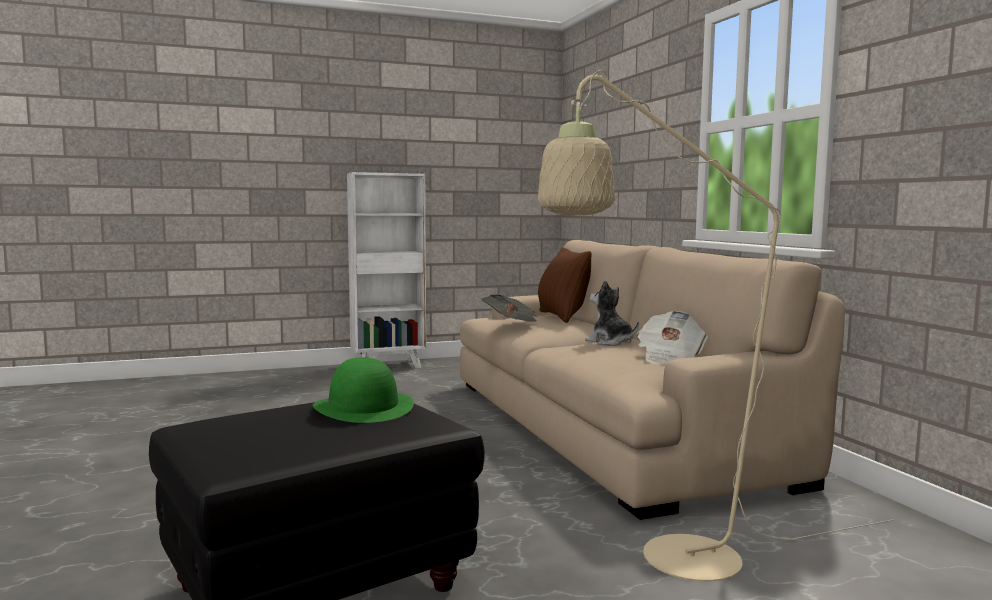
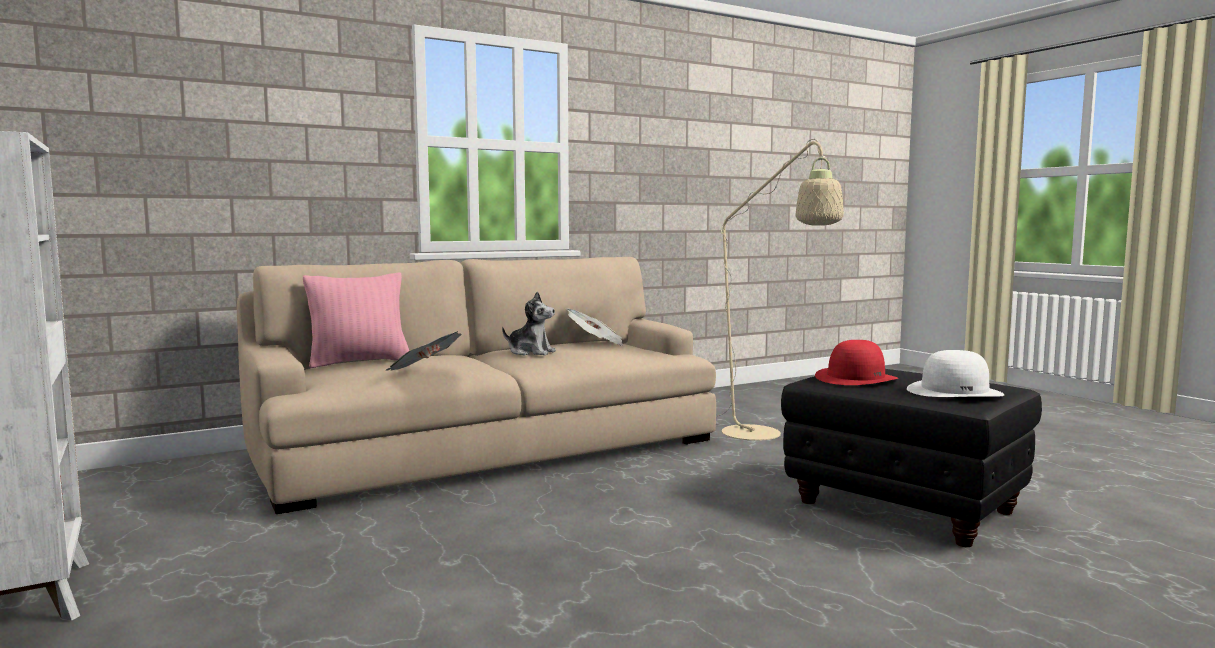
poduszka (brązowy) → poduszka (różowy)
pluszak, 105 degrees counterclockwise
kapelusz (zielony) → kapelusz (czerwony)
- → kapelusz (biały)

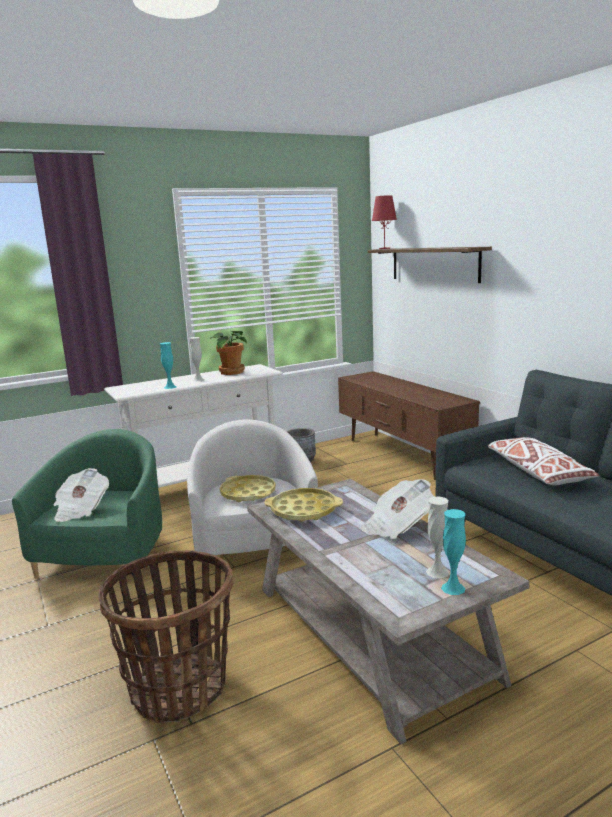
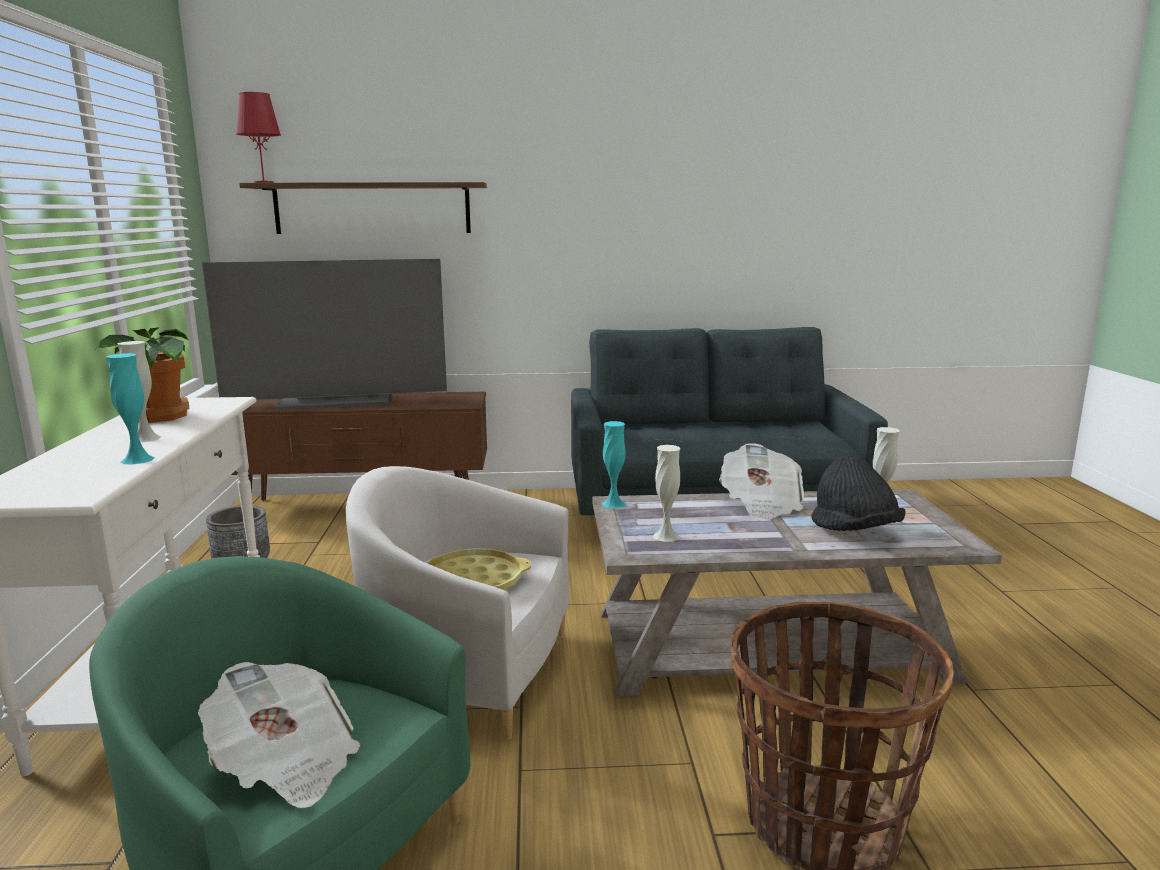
- → telewizor
wazon (turkusowy) (2nd from left), move
taca (żółty) (2nd from left) → wazon (biały) (2nd from left)
- → kapelusz (czarny)
poduszka (biały) → -

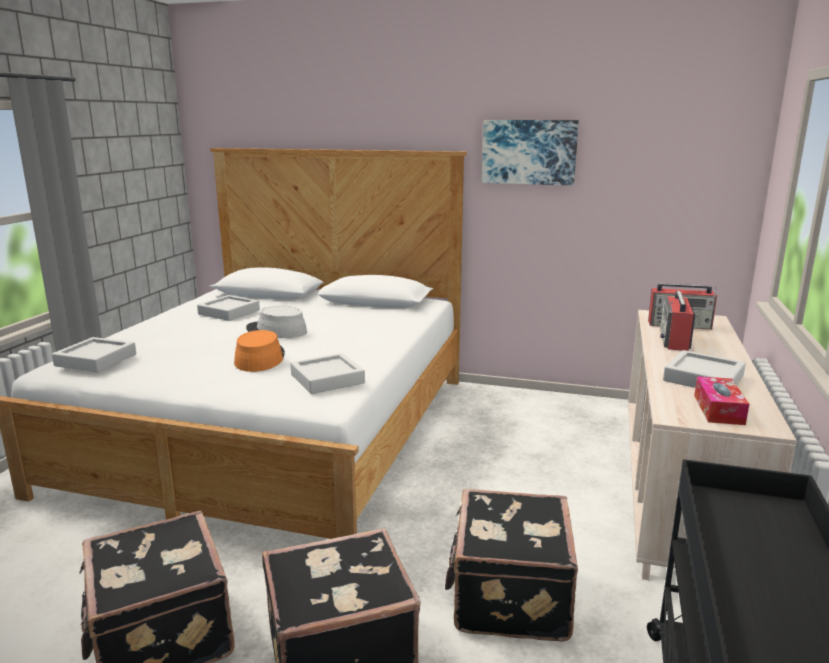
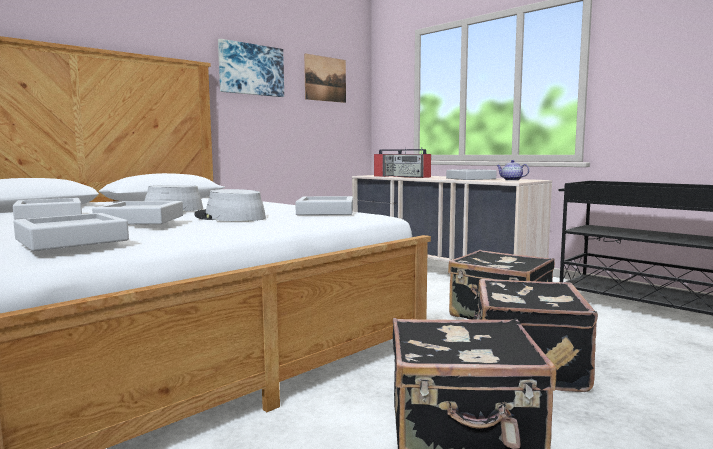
- → taca (szary) (3rd from left)
kapelusz (pomarańczowy) → kapelusz (szary) (2nd from left)
- → obraz (2nd from left)
pudełko chusteczek → imbryk

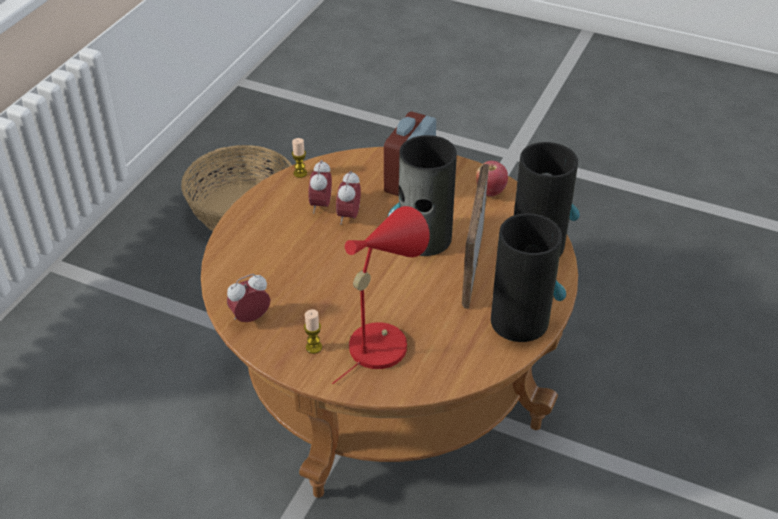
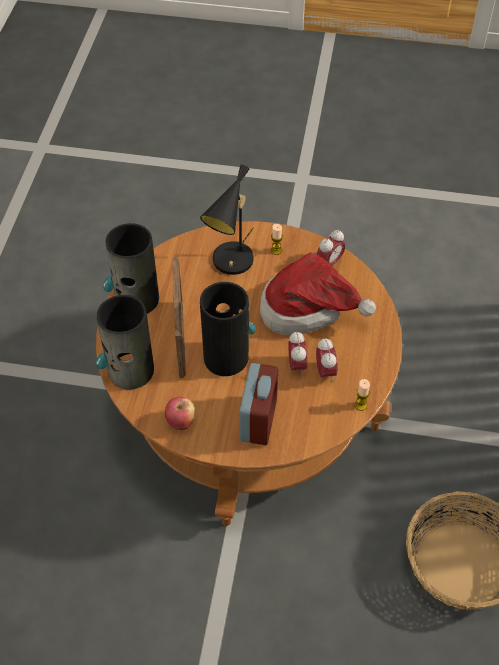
lampa stołowa (czerwony) → lampa stołowa (czarny)
- → kapelusz

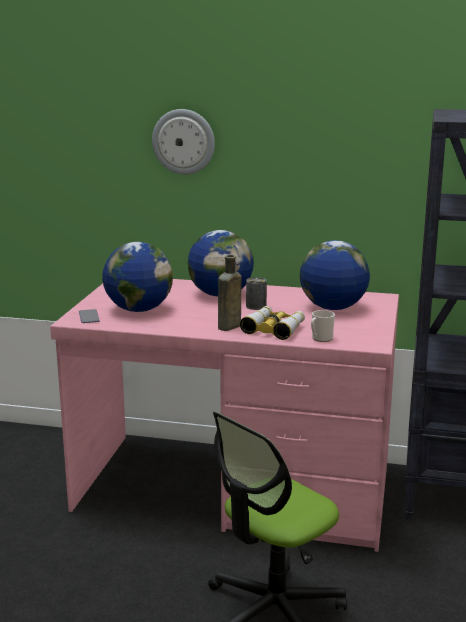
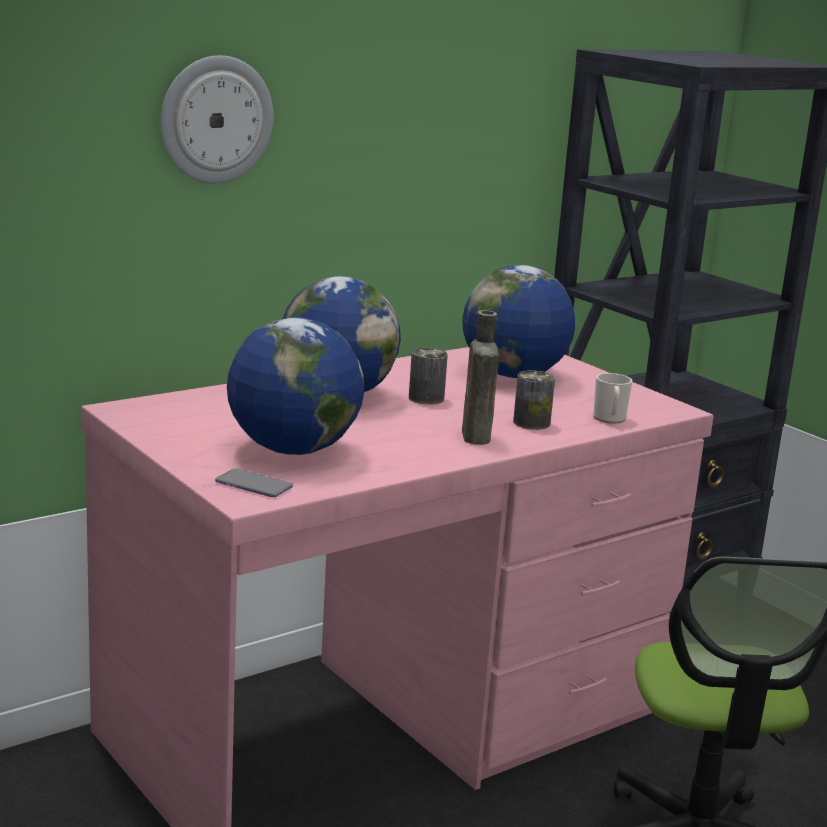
lornetka → puszka (2nd from left)

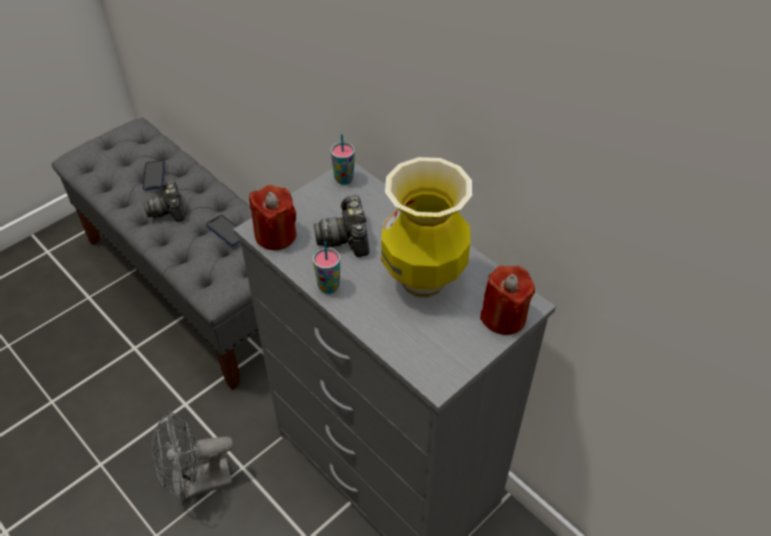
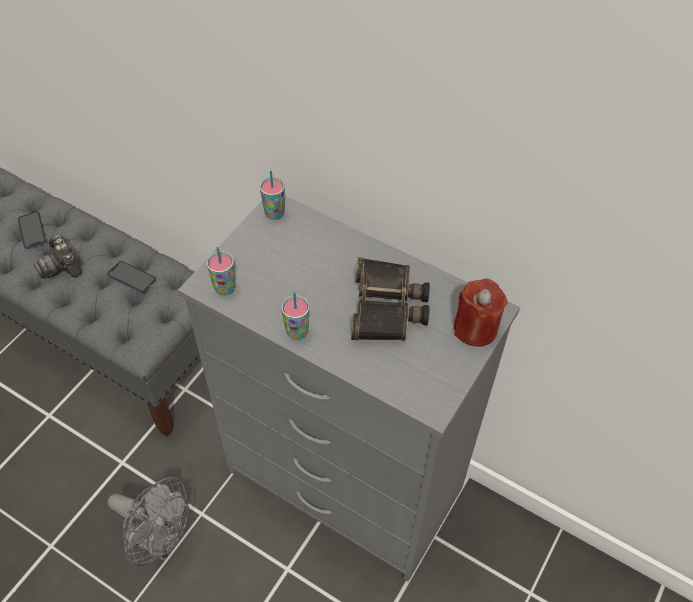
wentylator (szary), 120 degrees counterclockwise
świeca (czerwony) (1st from left) → filiżanka (1st from left)
wazon → lornetka
aparat fotograficzny (2nd from left) → -

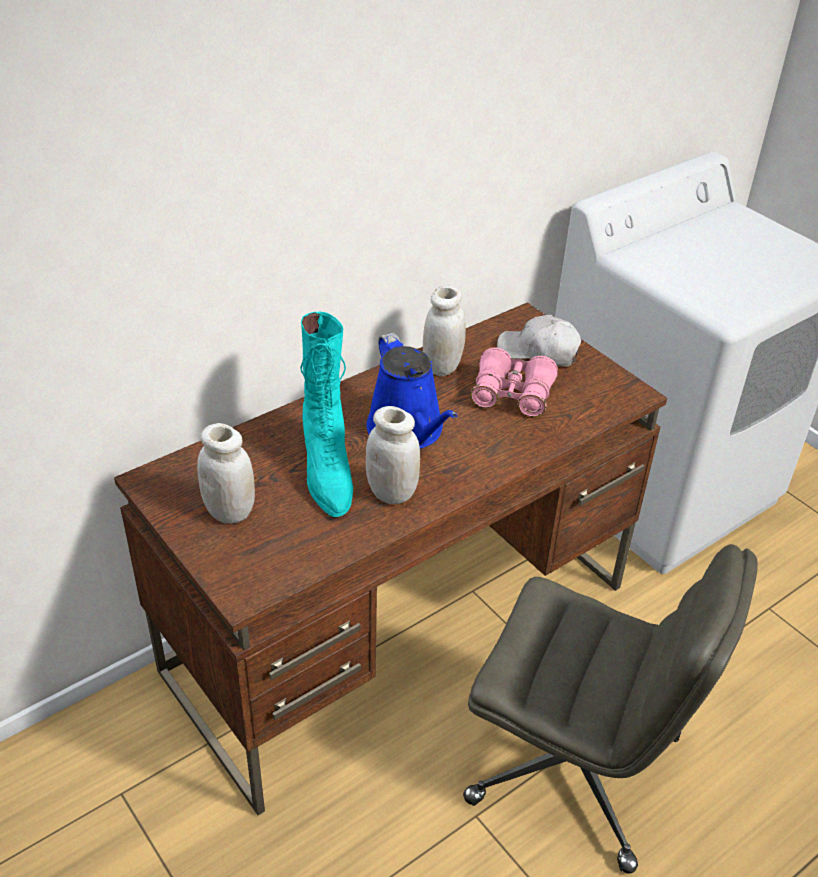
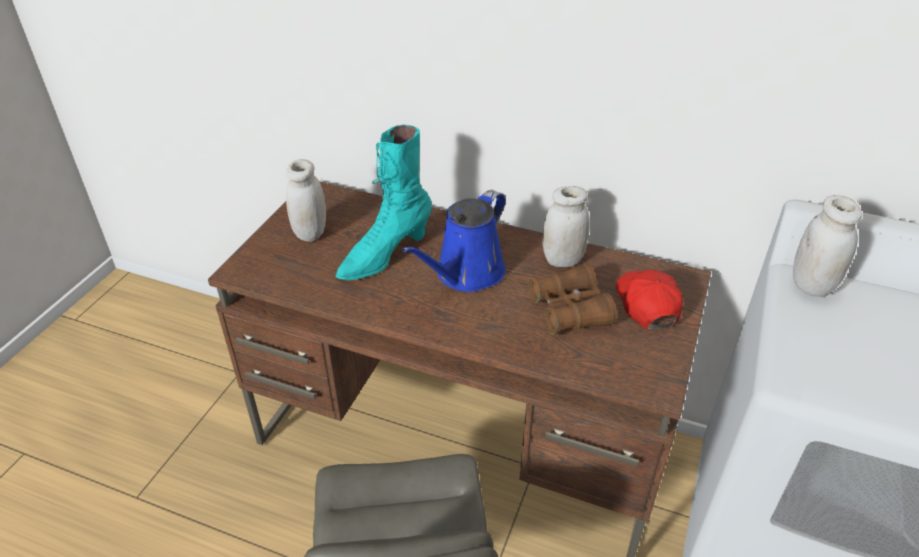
lornetka (różowy) → lornetka (brązowy)
czapka z daszkiem (biały) → czapka z daszkiem (czerwony)
słoik (biały) (2nd from left in the first image) → słoik (biały) (3rd from left), move

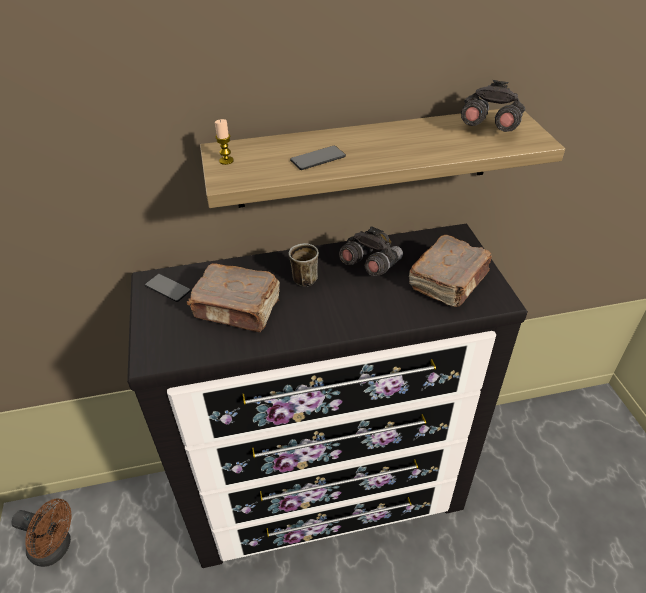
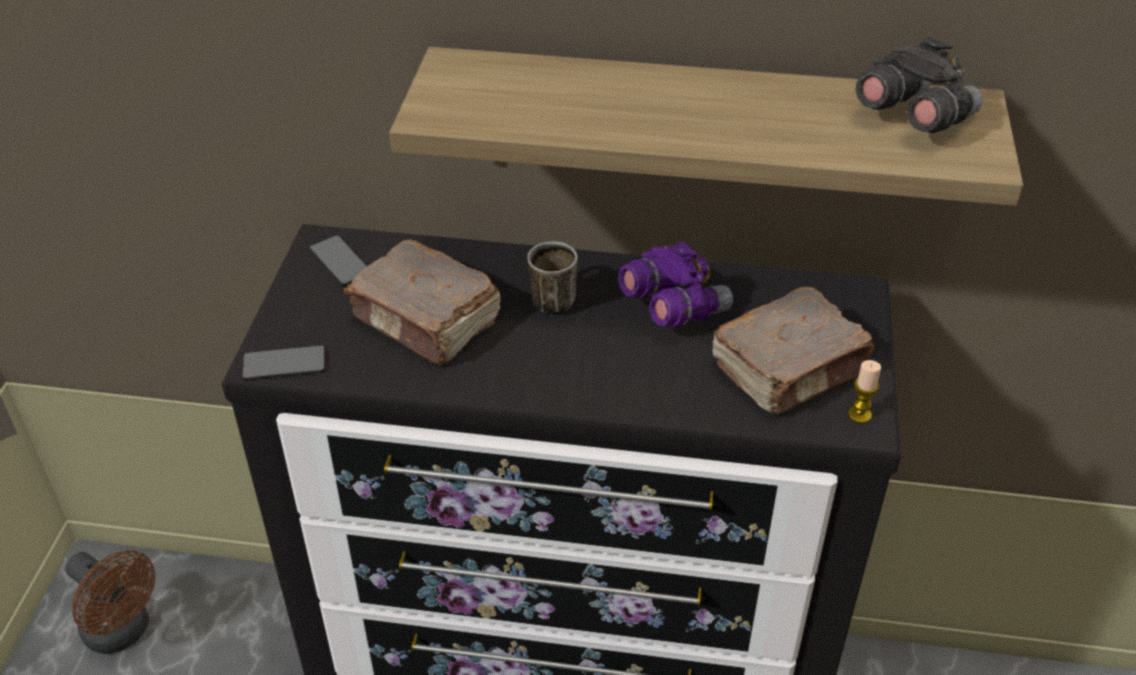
telefon (2nd from left in the first image) → telefon (1st from left), move
lornetka (szary) (1st from left) → lornetka (fioletowy)
świeca, move

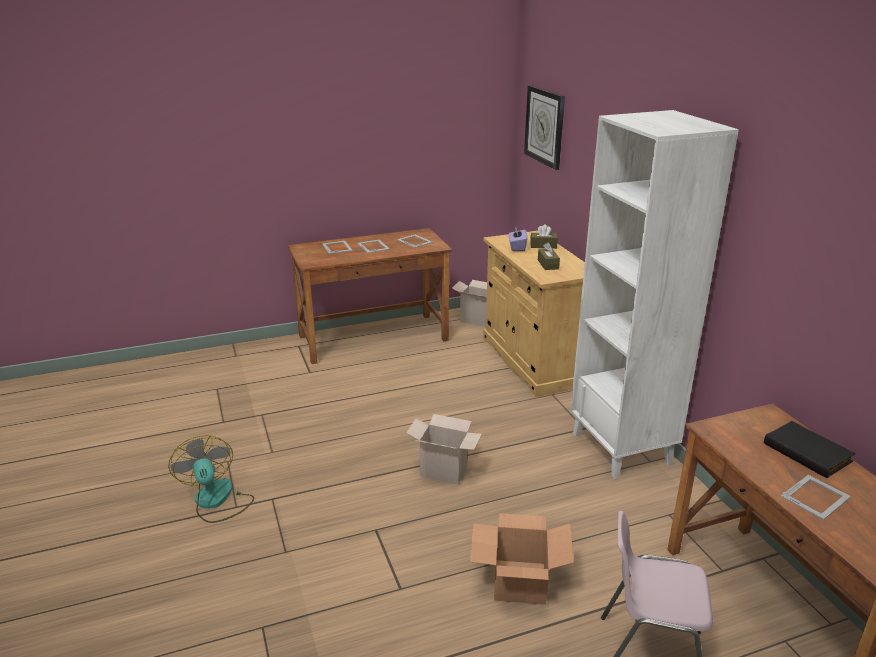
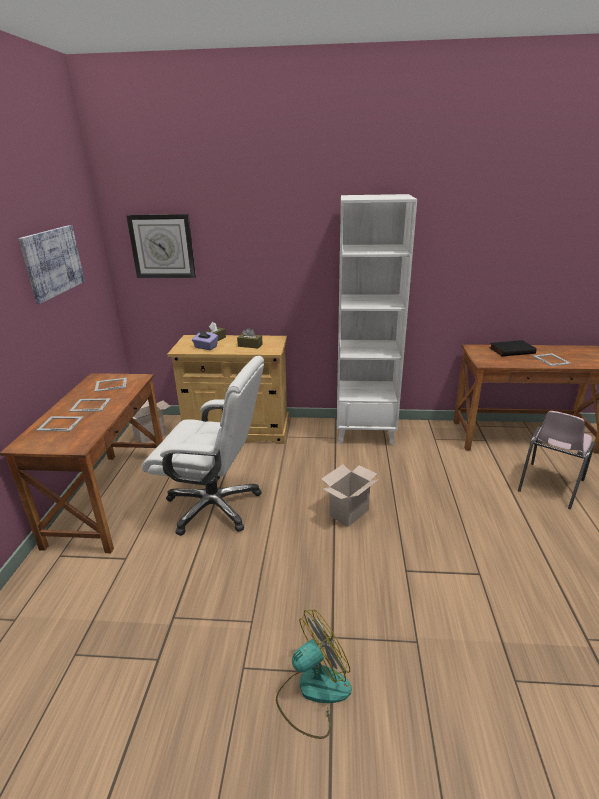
- → obraz
- → krzesło biurowe (biały)
wentylator, 150 degrees clockwise
karton (3rd from left) → -

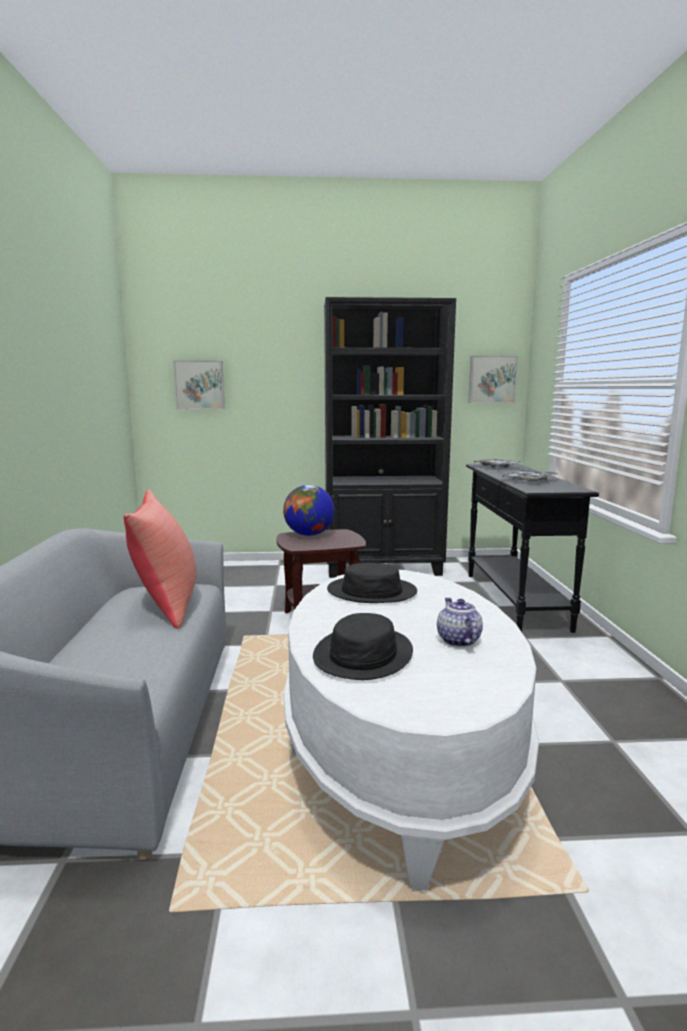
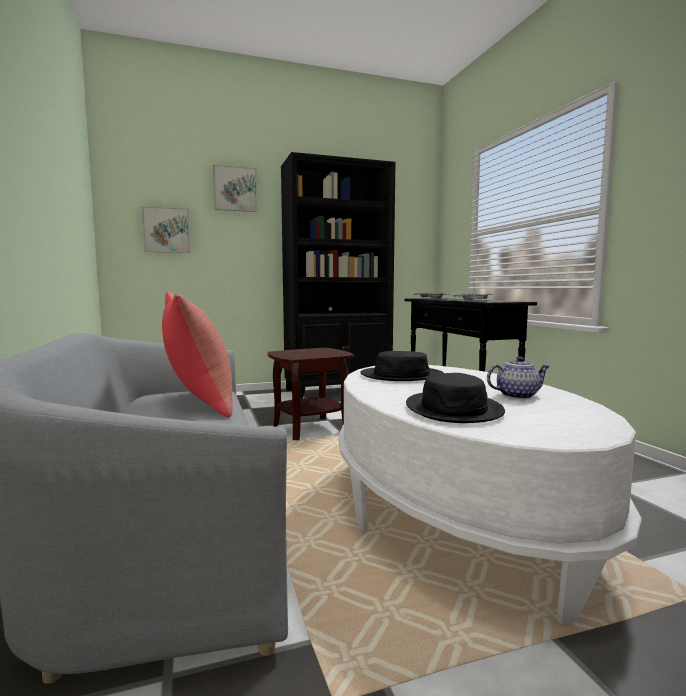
obraz (2nd from left), move
imbryk, 105 degrees clockwise
globus → -

